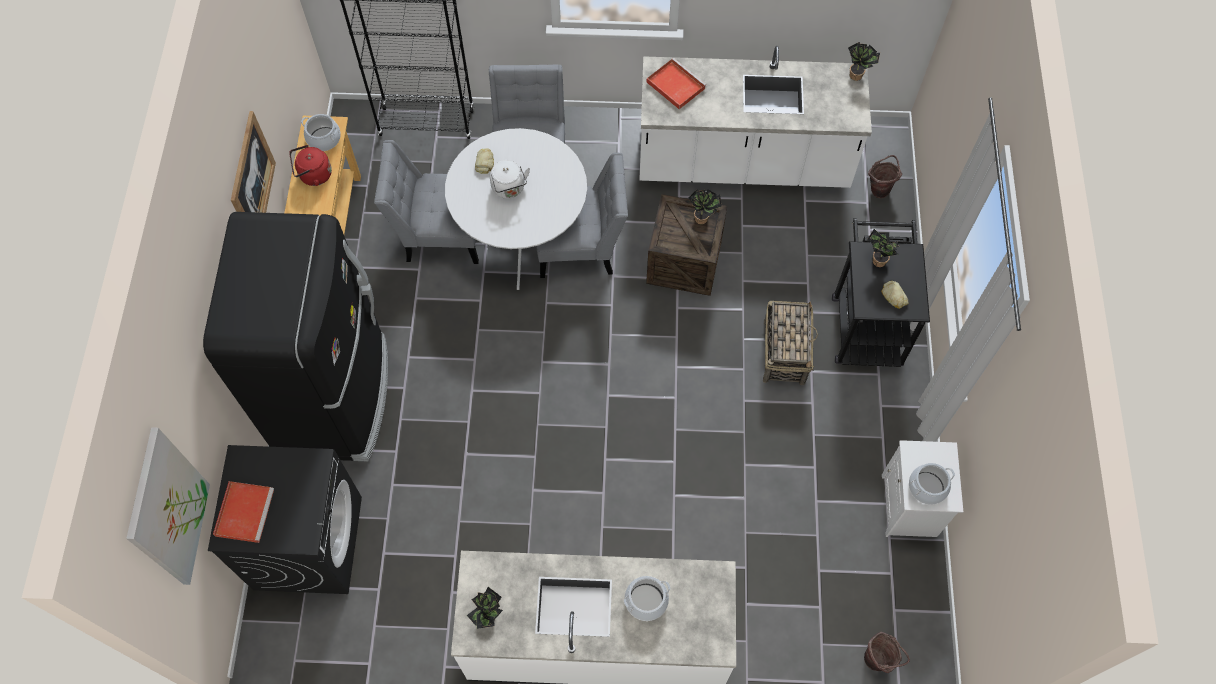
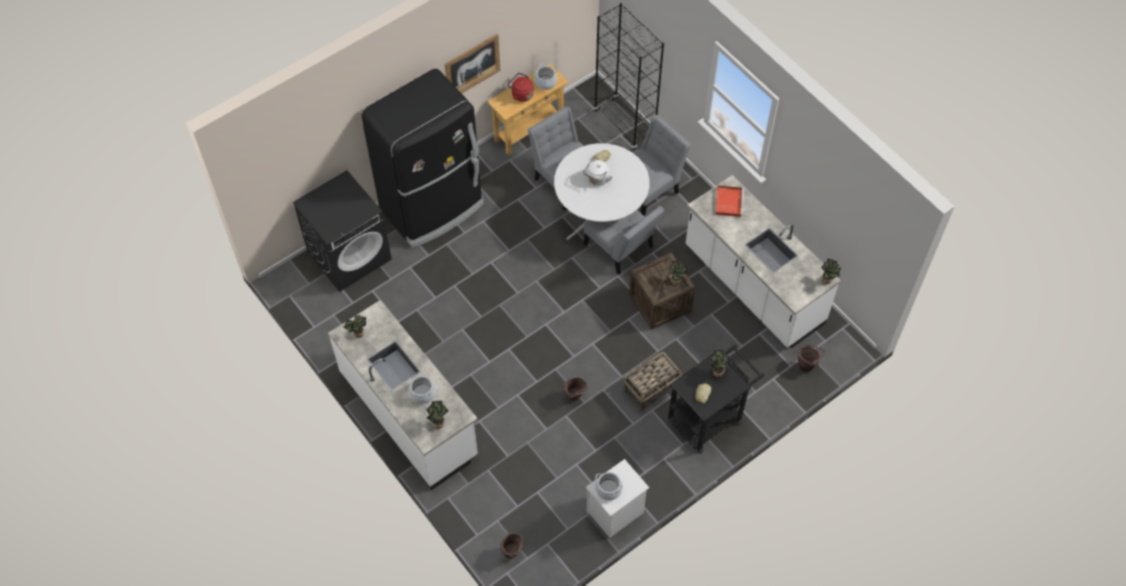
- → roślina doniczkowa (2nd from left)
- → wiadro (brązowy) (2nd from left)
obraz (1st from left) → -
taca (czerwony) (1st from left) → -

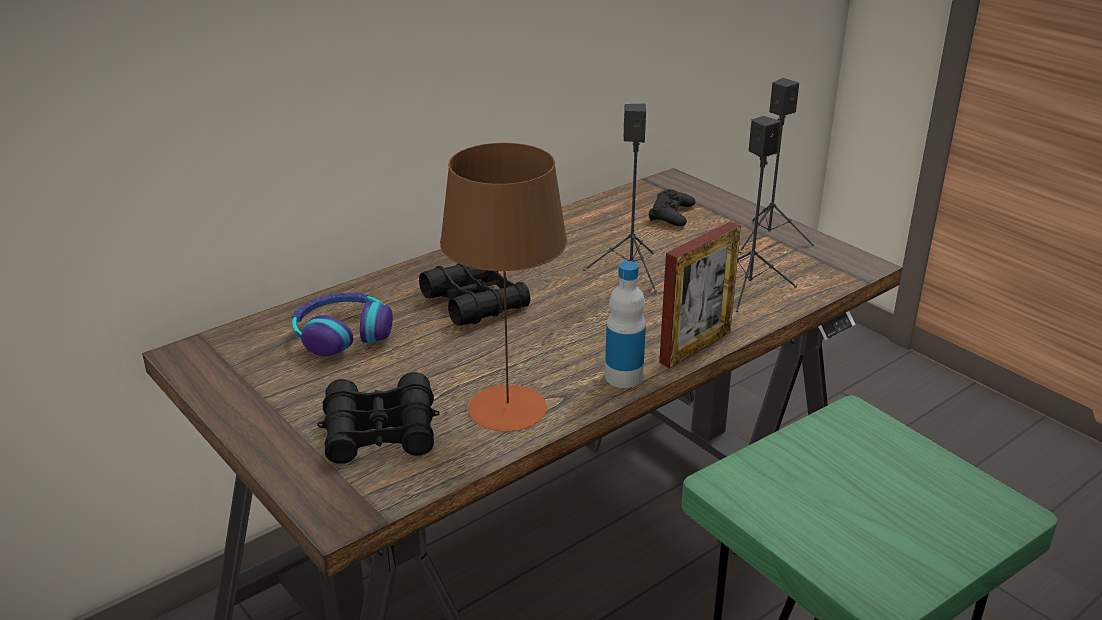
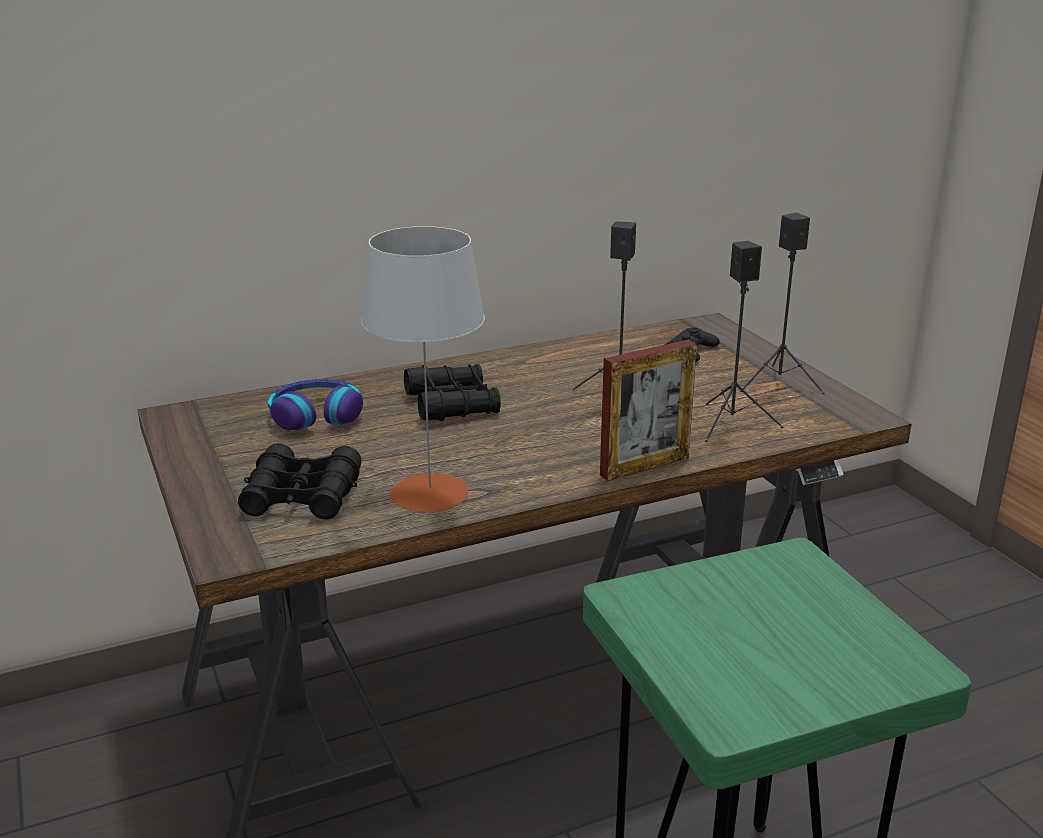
lampa stołowa (brązowy) → lampa stołowa (szary)
butelka → -

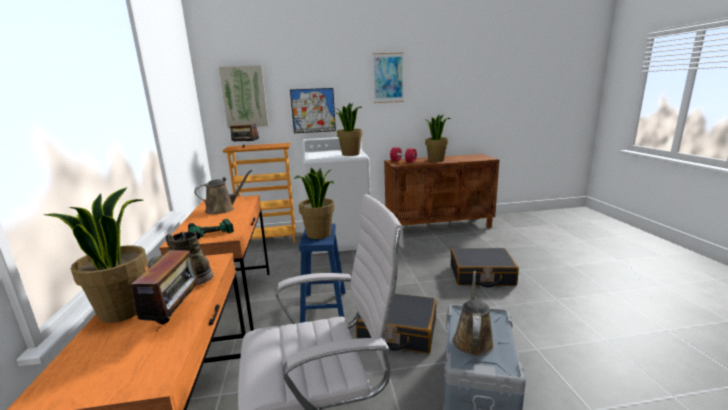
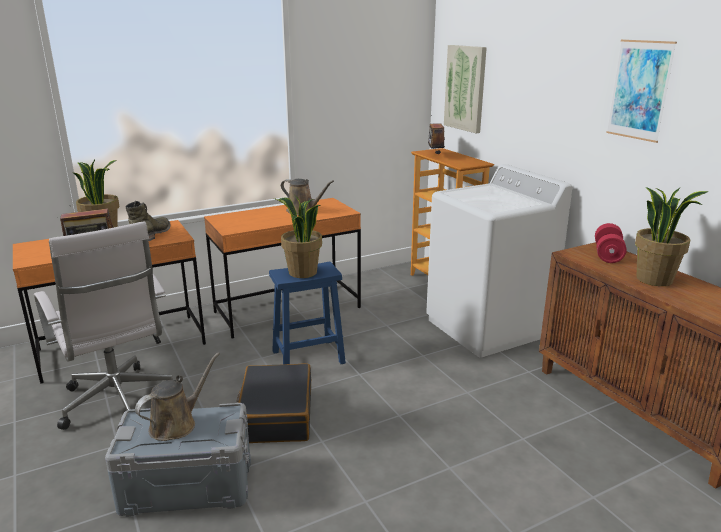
konewka (brązowy) (2nd from left in the first image) → konewka (brązowy) (1st from left), 45 degrees counterclockwise
wiertarka → -
obraz (2nd from left) → -
roślina doniczkowa (3rd from left) → -
walizka (czarny) (2nd from left) → -

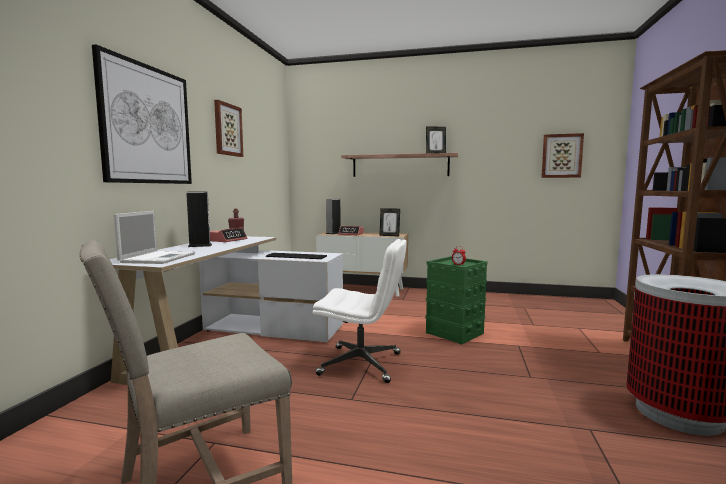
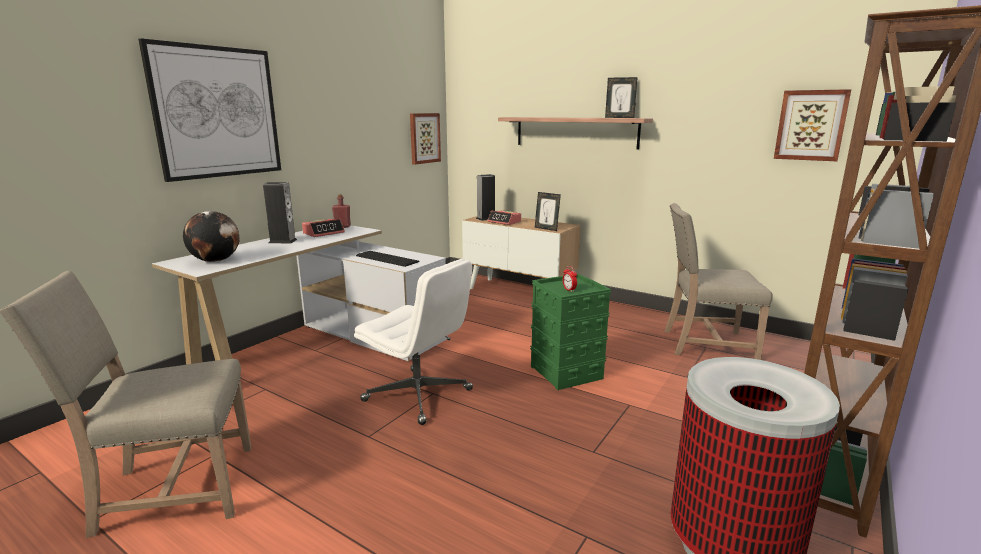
laptop → globus
obraz (2nd from left), move
- → krzesło (beżowy) (2nd from left)

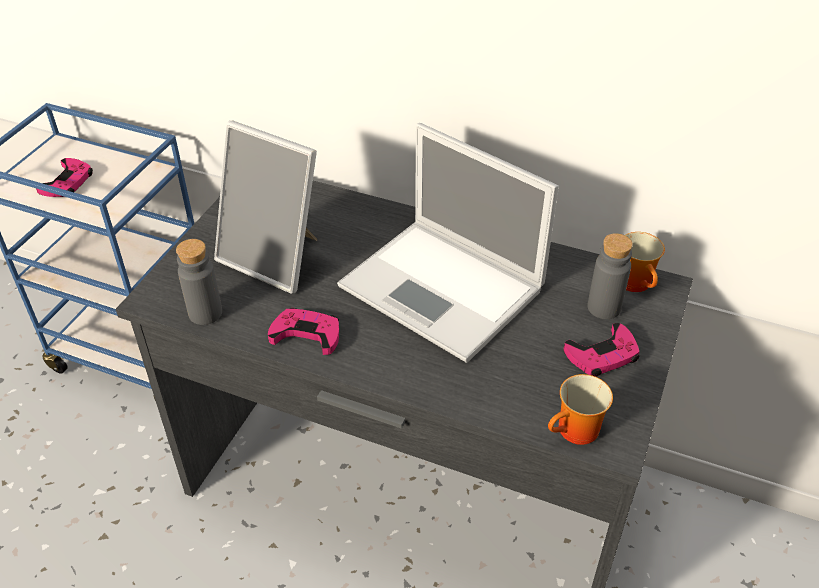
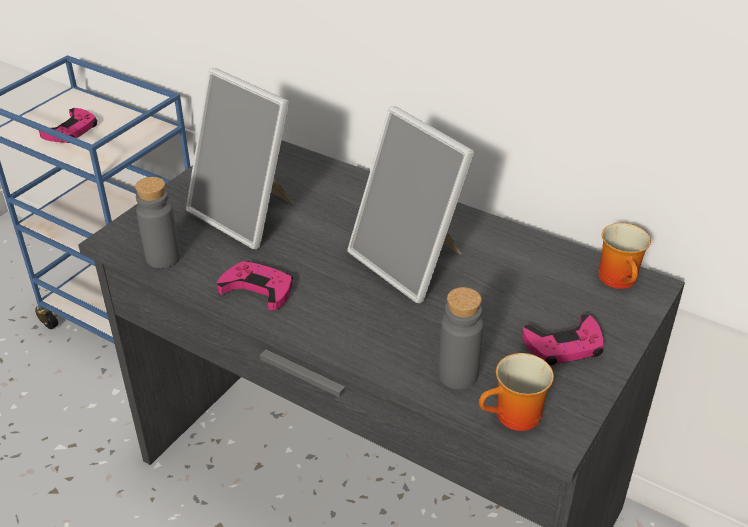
laptop → ramka na zdjęcie (2nd from left)
butelka (szary) (2nd from left), move

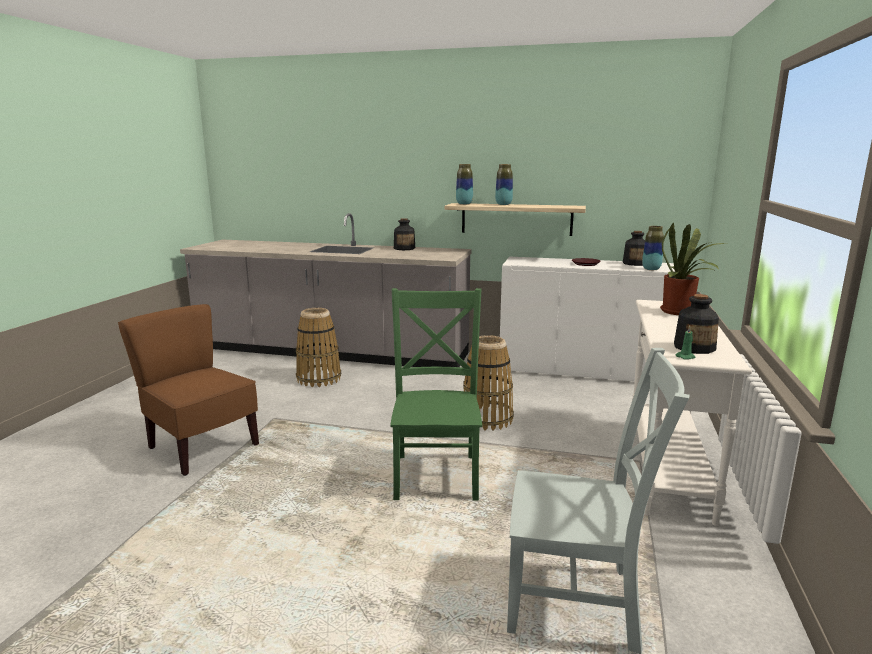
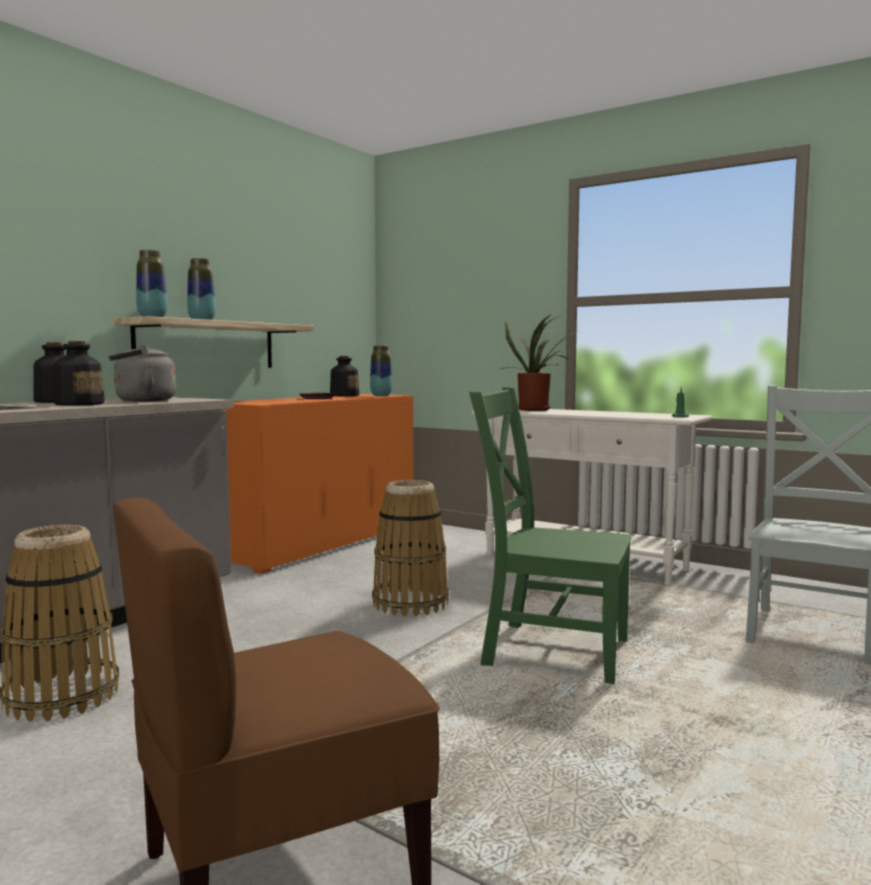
butelka (3rd from left in the first image) → butelka (2nd from left), move
- → czajnik (szary)
szafka (biały) → szafka (pomarańczowy)

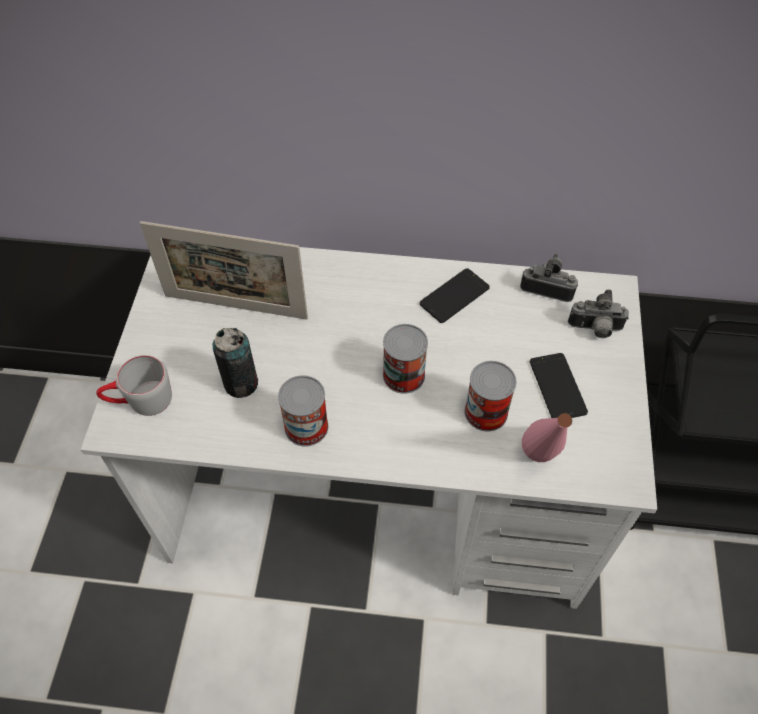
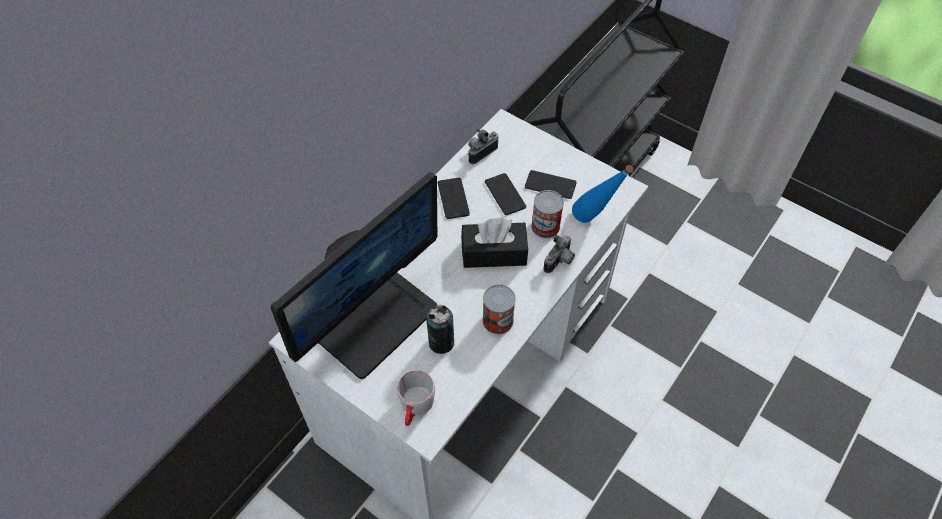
ramka na zdjęcie → monitor
puszka (3rd from left) → pudełko chusteczek (czarny)
- → telefon (2nd from left)
aparat fotograficzny (2nd from left), move
butelka (różowy) → butelka (niebieski)

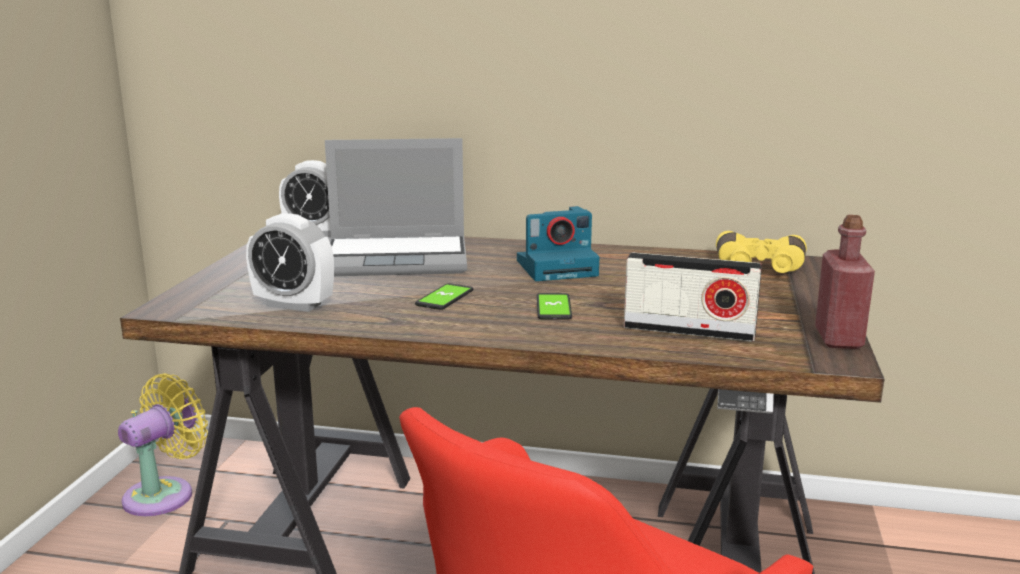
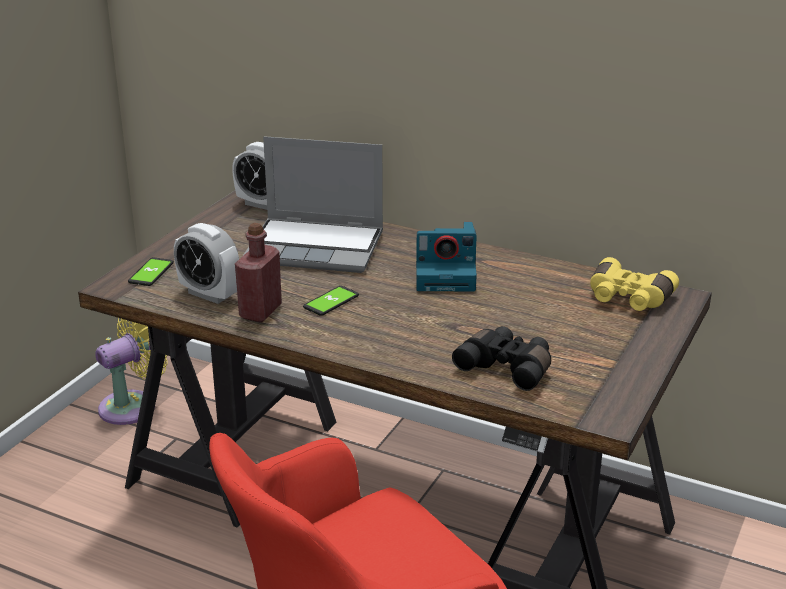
telefon (2nd from left in the first image) → telefon (1st from left), move
butelka (czerwony), move
radio → lornetka (czarny)

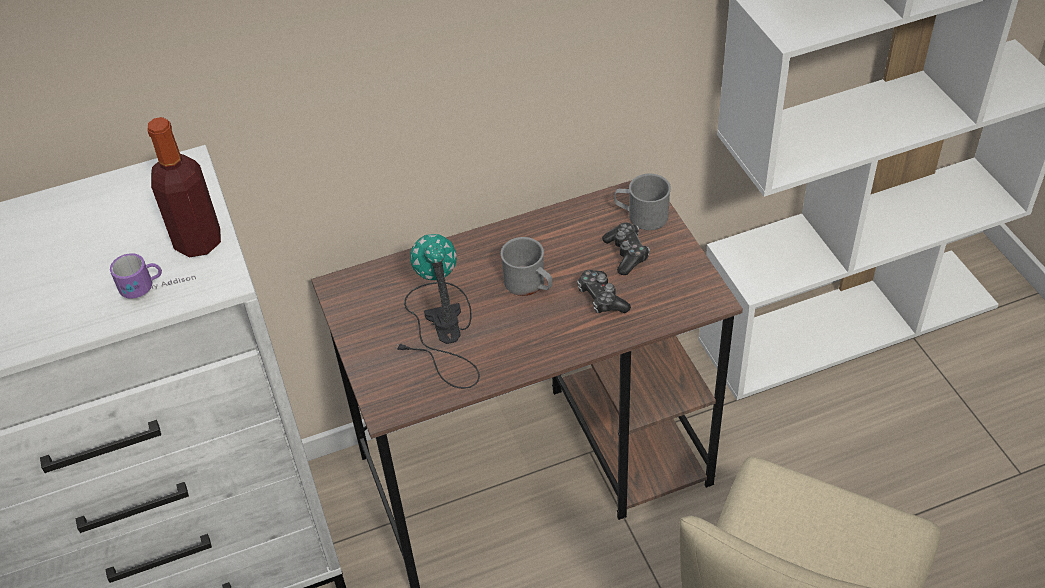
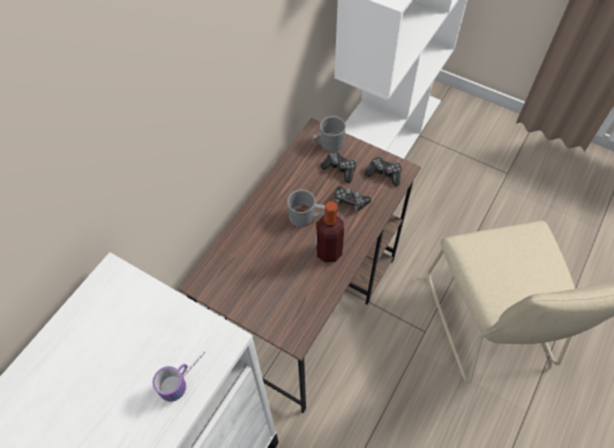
butelka, move
- → pad do gier (3rd from left)
lampa stołowa → -

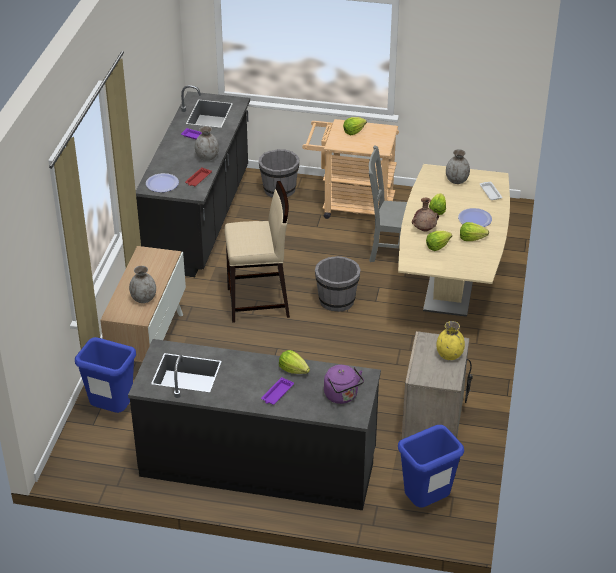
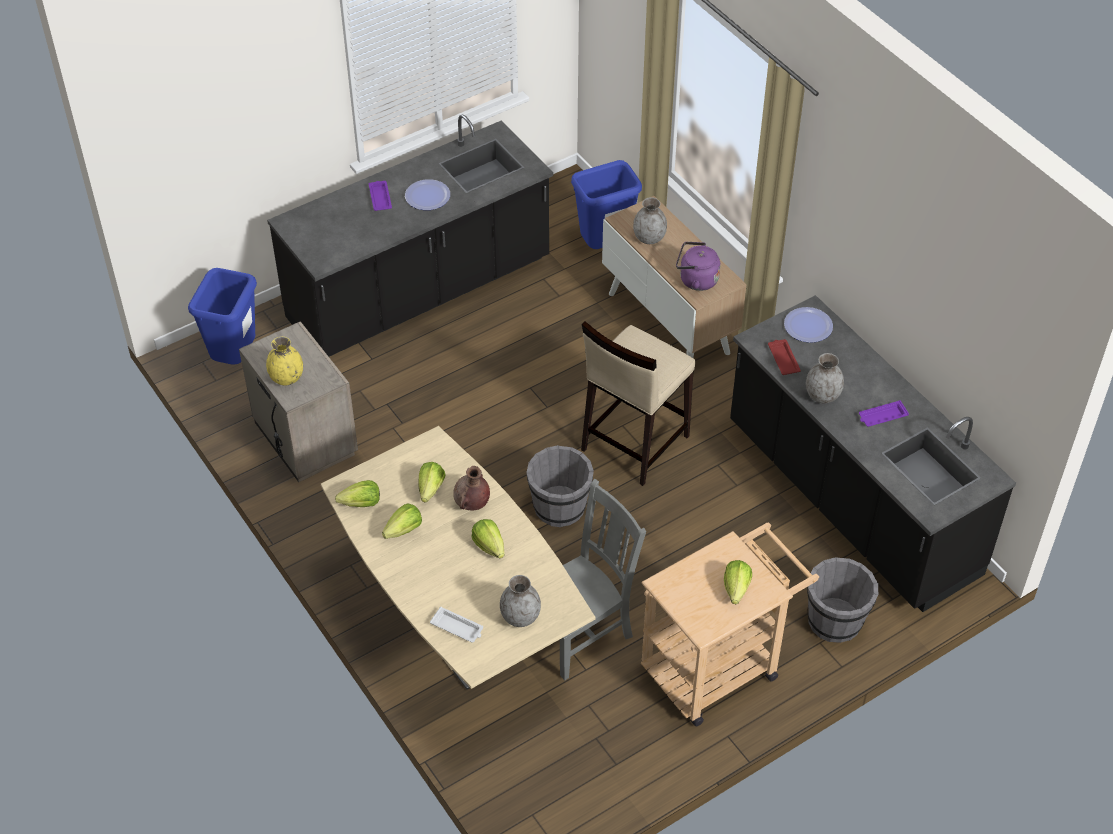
sałata (1st from left), move
talerz (2nd from left in the first image) → talerz (1st from left), move
czajnik (fioletowy), move

